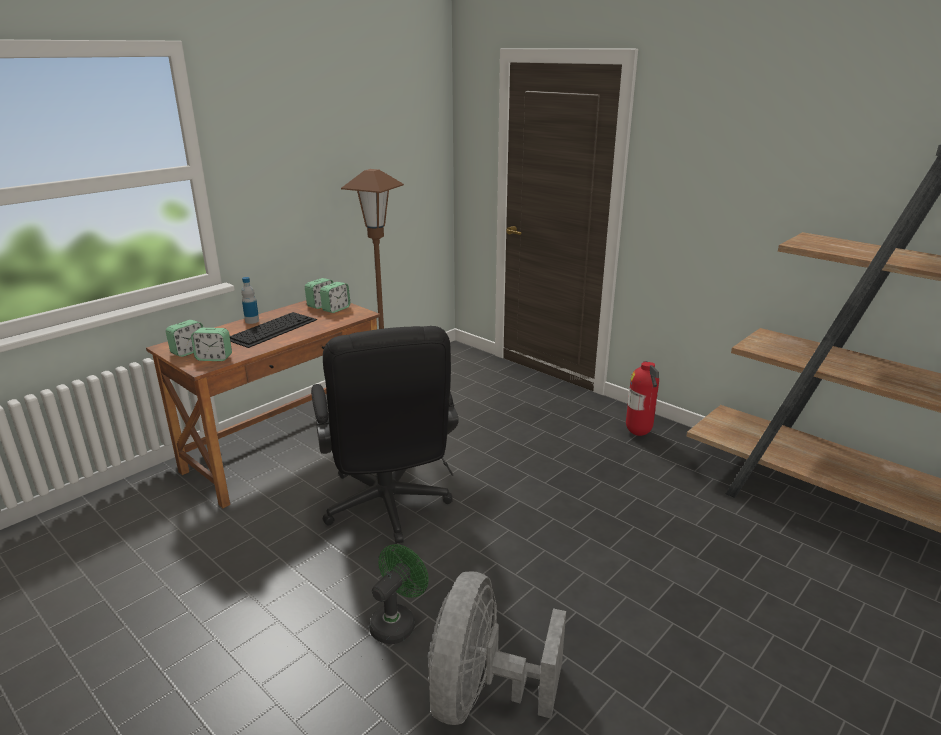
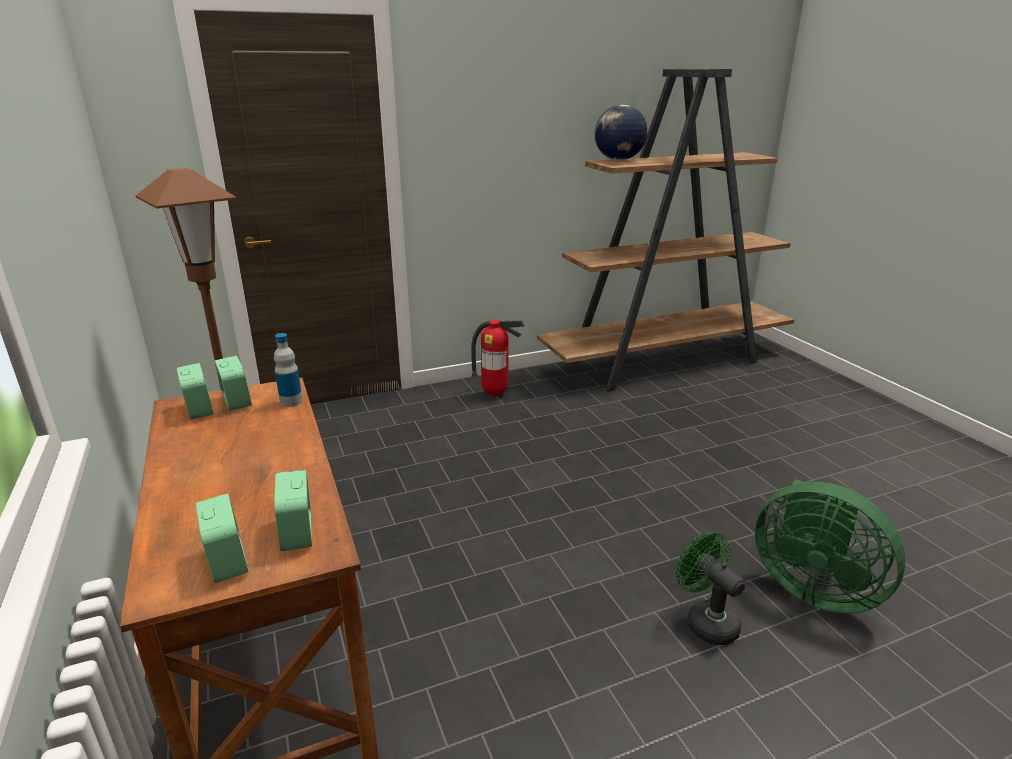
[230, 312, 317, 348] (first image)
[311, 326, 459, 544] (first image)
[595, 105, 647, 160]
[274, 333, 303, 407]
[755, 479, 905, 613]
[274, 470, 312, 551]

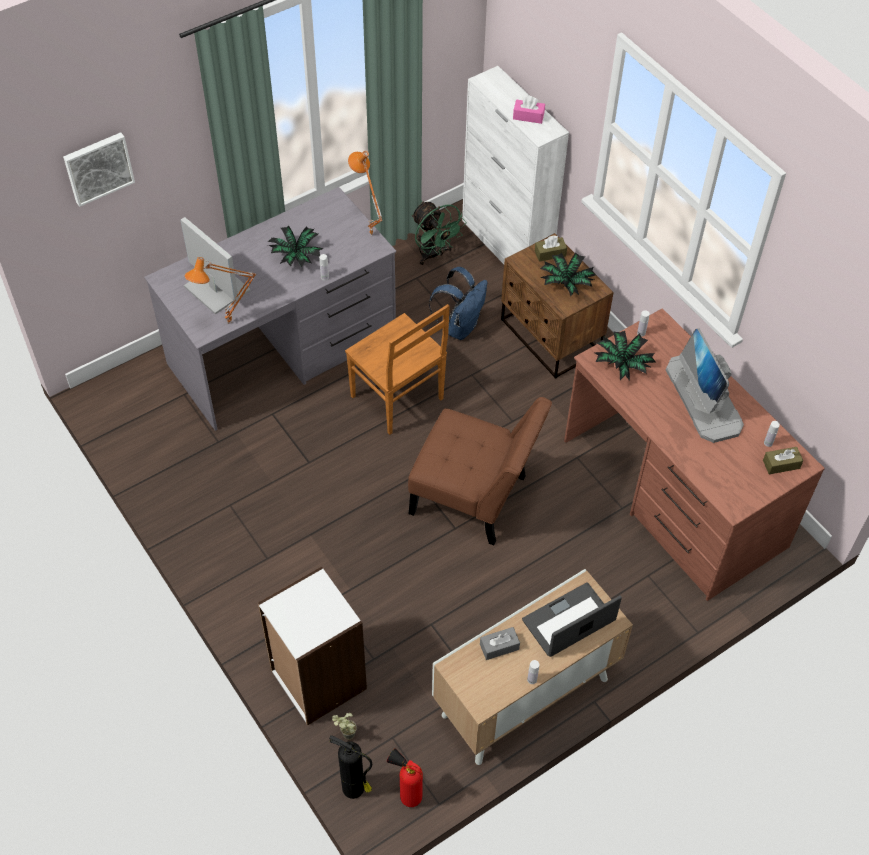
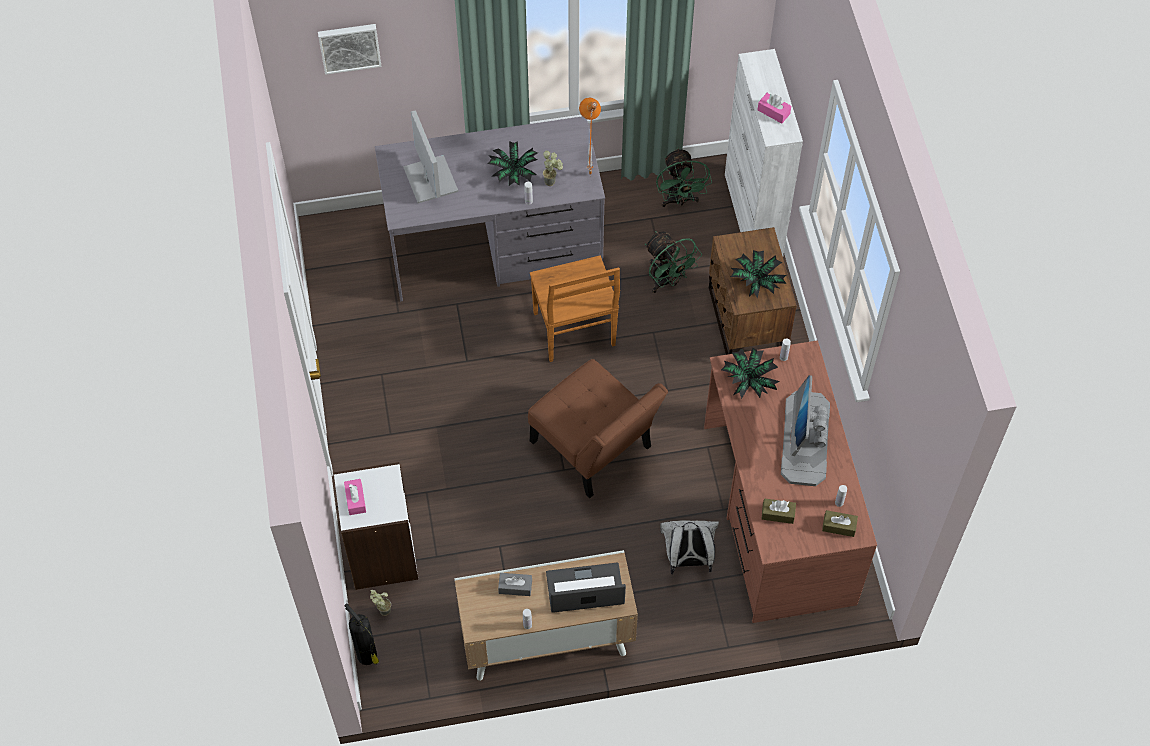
[185, 257, 256, 324] (first image)
[387, 748, 423, 807] (first image)
[344, 479, 366, 515]
[543, 151, 563, 186]
[660, 521, 719, 574]
[761, 499, 796, 524]
[645, 231, 702, 293]

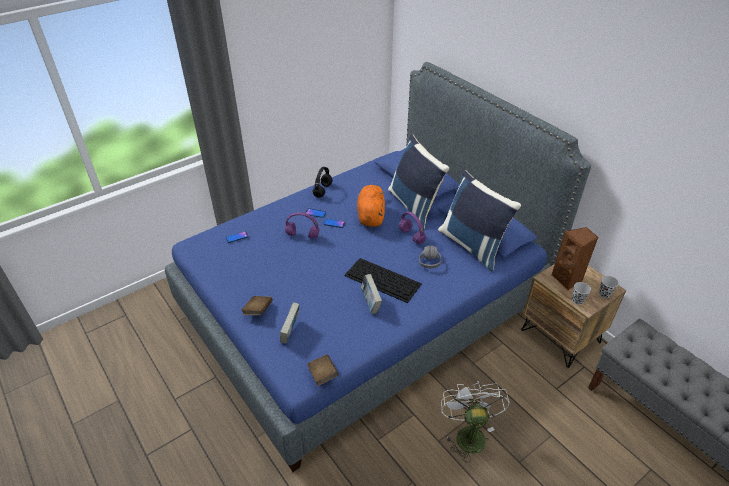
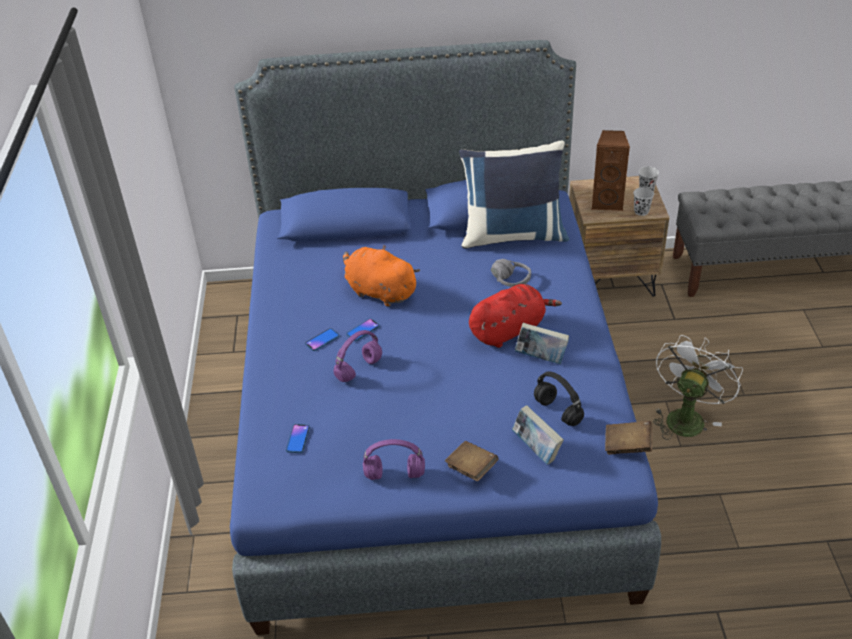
[388, 134, 449, 228] (first image)
[534, 371, 584, 426]
[363, 439, 425, 480]
[469, 284, 562, 348]
[653, 335, 743, 440]

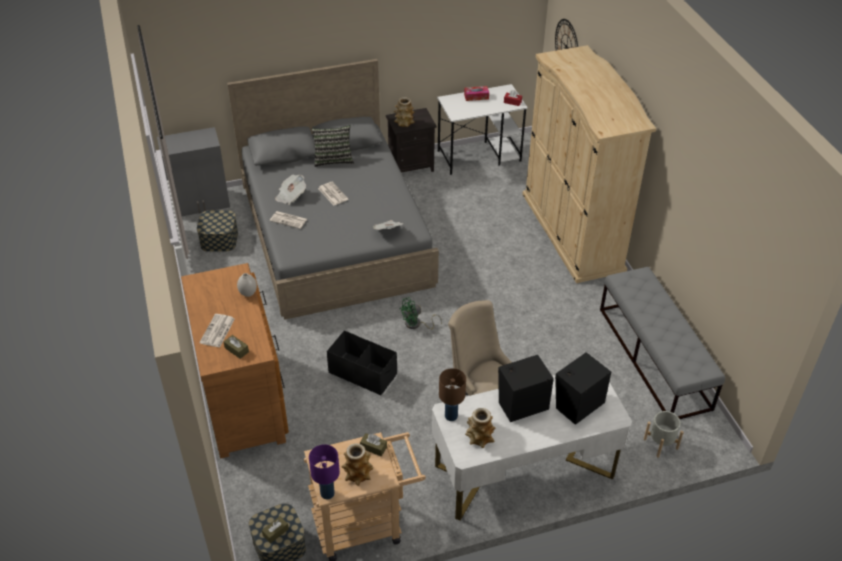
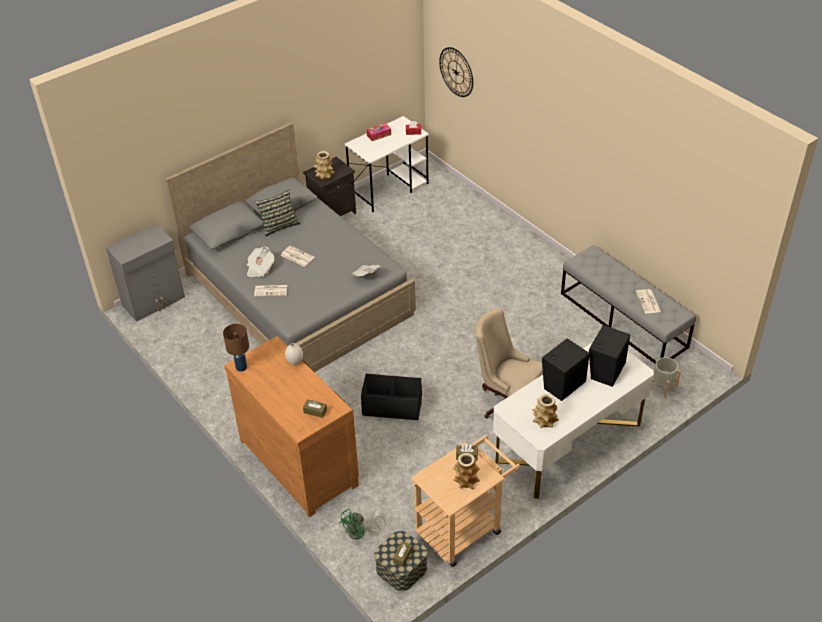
[197, 210, 238, 252] (first image)
[309, 444, 340, 499] (first image)
[522, 45, 656, 283] (first image)
[636, 289, 661, 314]
[339, 509, 386, 540]
[223, 324, 249, 372]

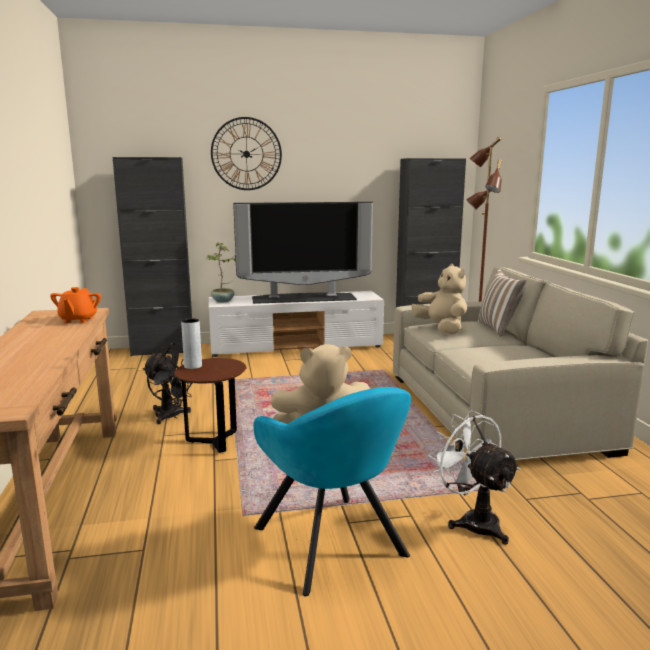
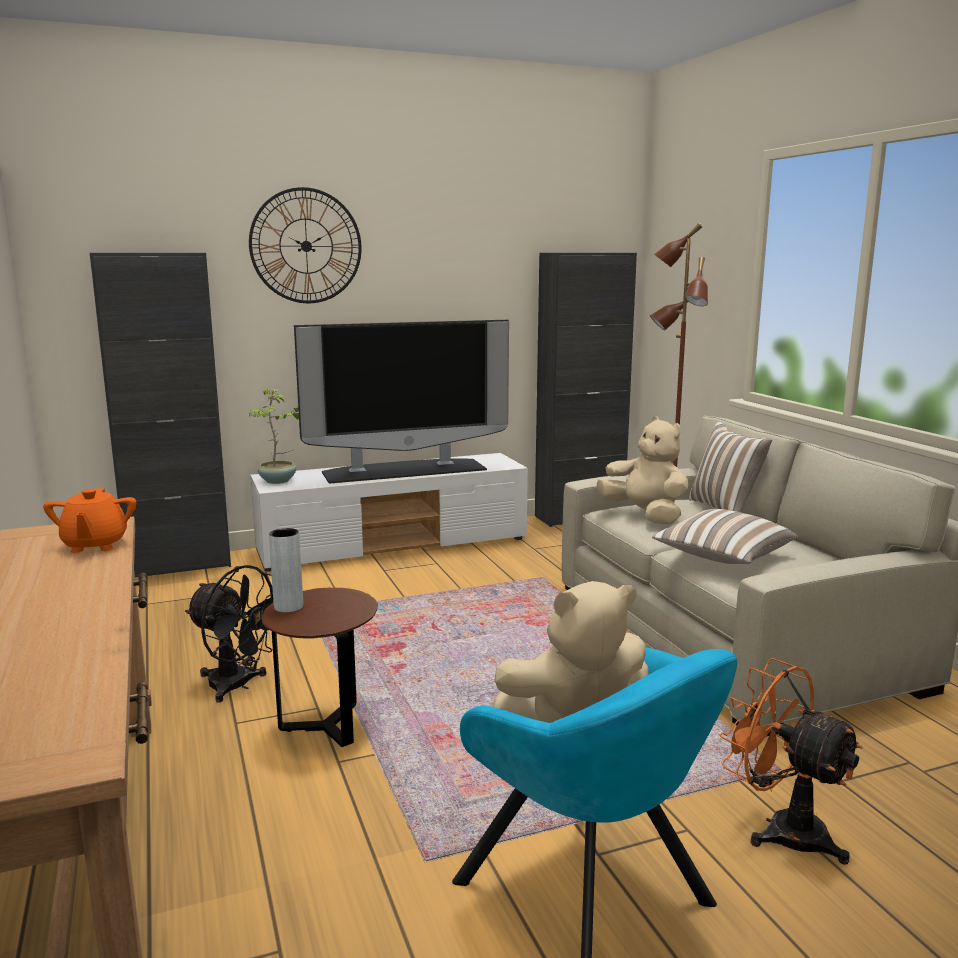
[652, 509, 798, 564]
[720, 658, 863, 865]

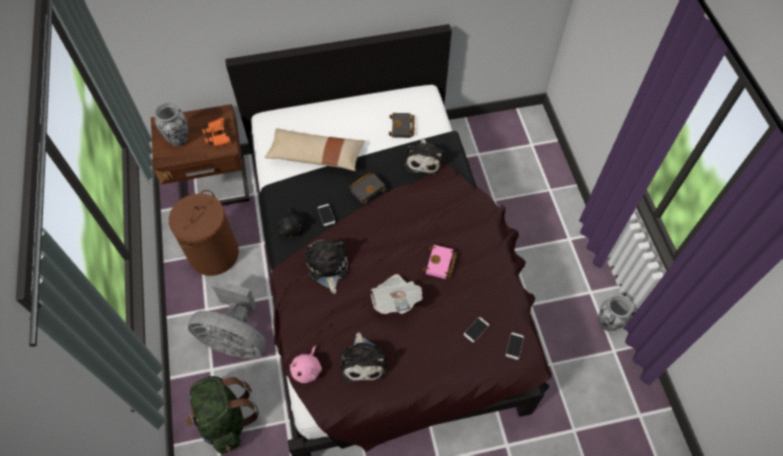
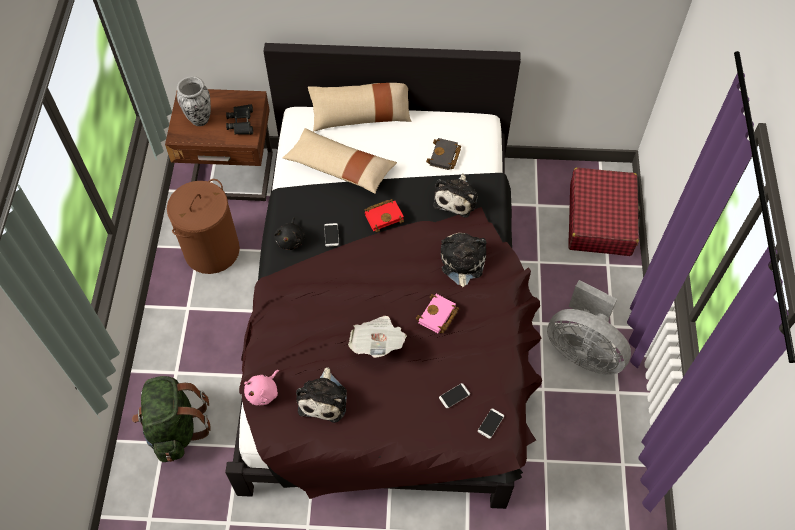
[598, 294, 633, 331] (first image)
[308, 83, 411, 131]
[568, 167, 641, 256]
[547, 280, 631, 375]
[441, 233, 486, 288]
[226, 104, 253, 135]
[365, 199, 404, 232]

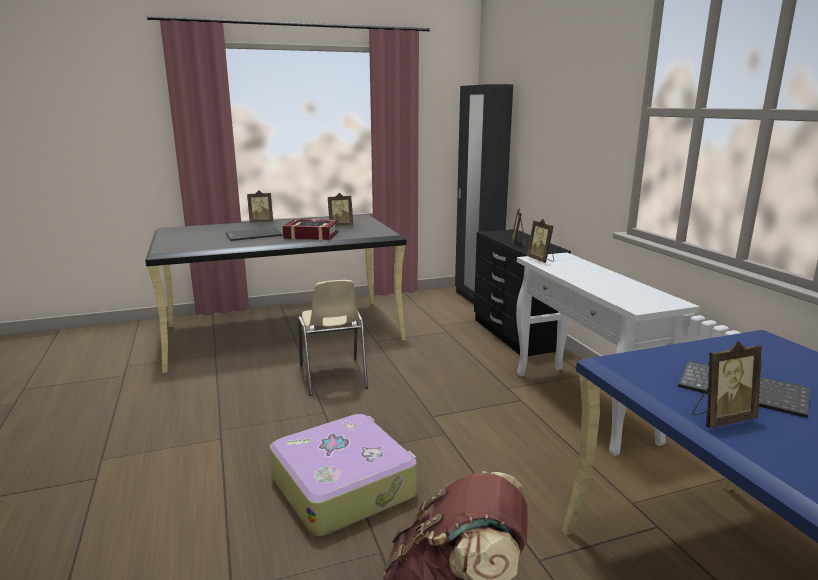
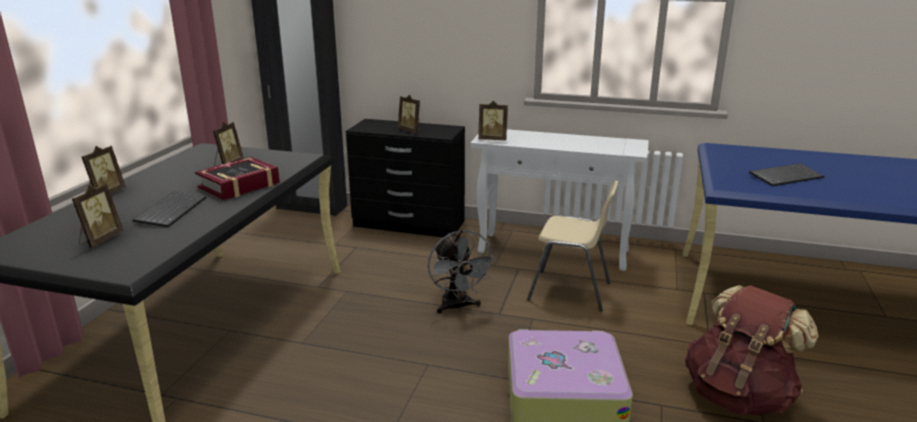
[428, 230, 496, 314]
[527, 181, 618, 312]
[72, 184, 123, 248]

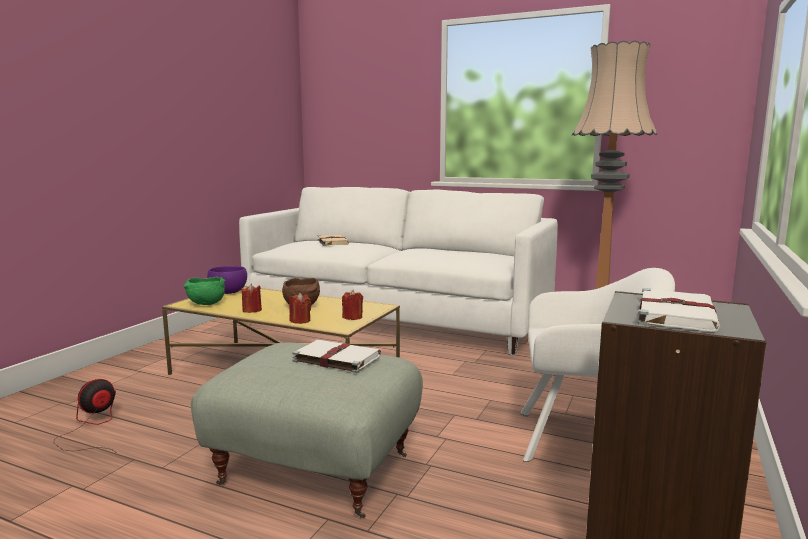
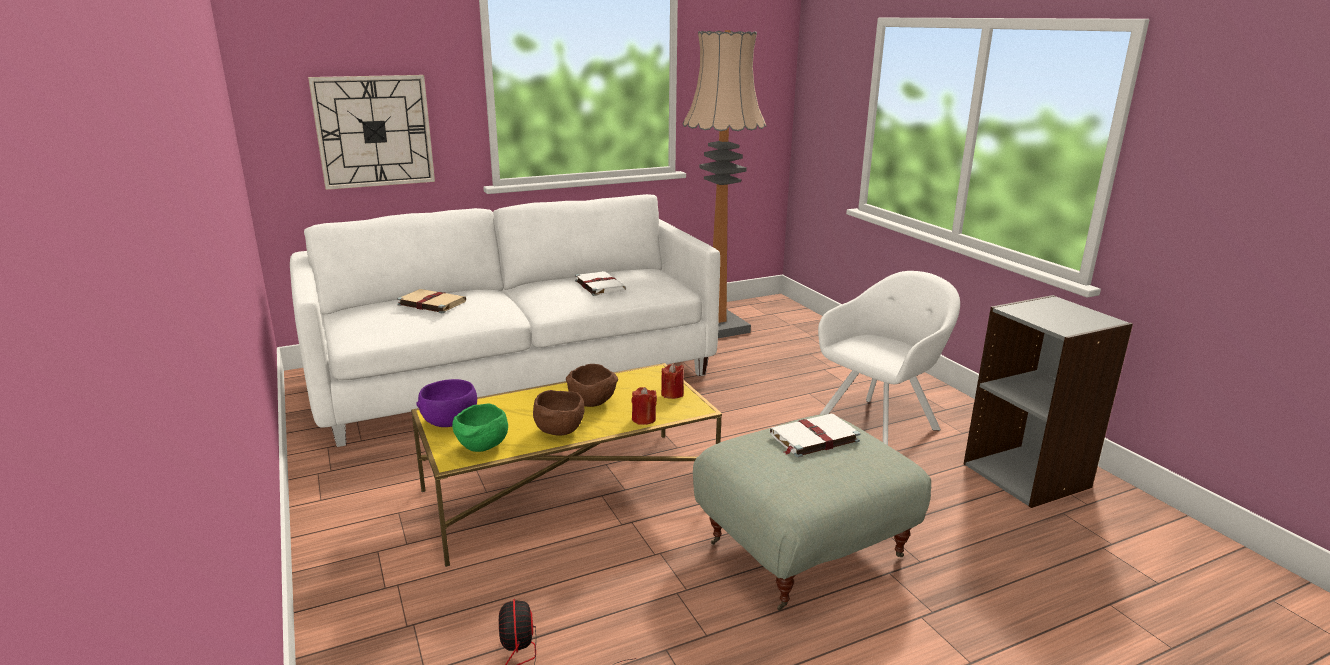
[308, 75, 435, 190]
[575, 271, 626, 296]
[533, 390, 584, 436]

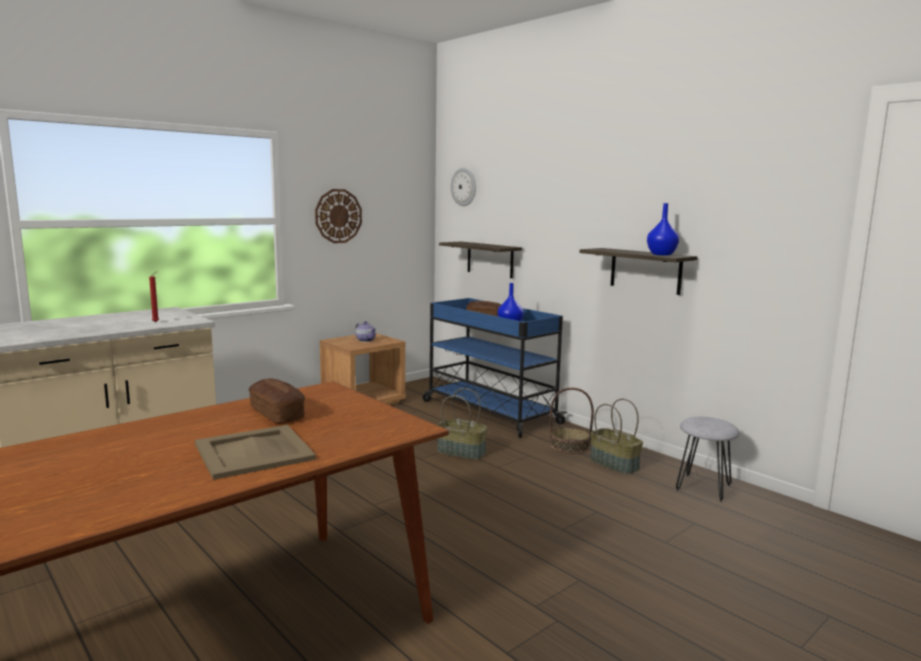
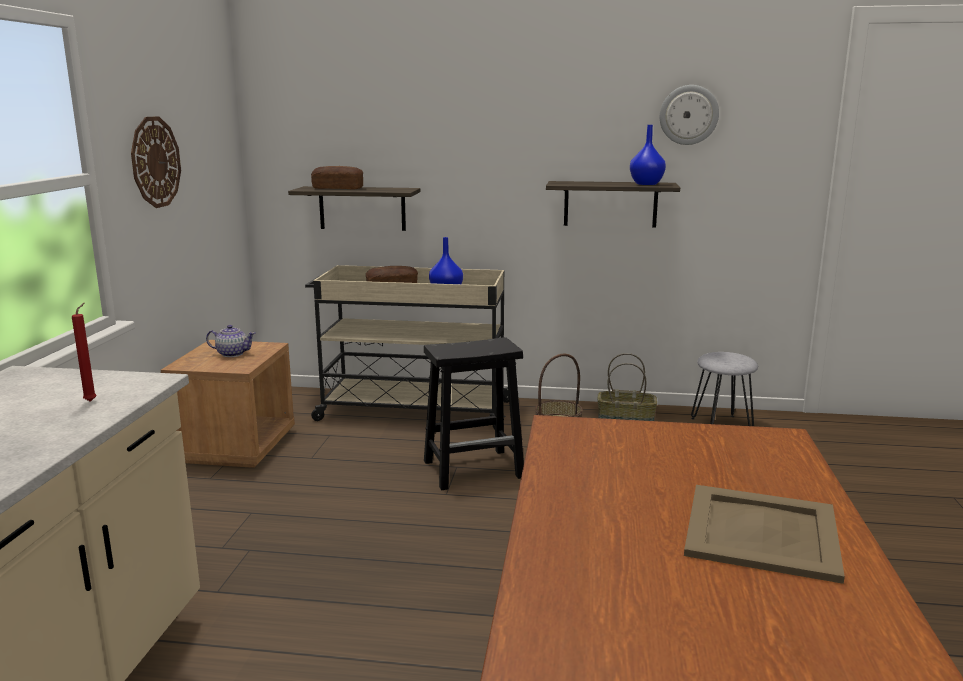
[311, 166, 363, 190]
[660, 85, 719, 145]
[424, 337, 524, 490]
[305, 265, 509, 429]

